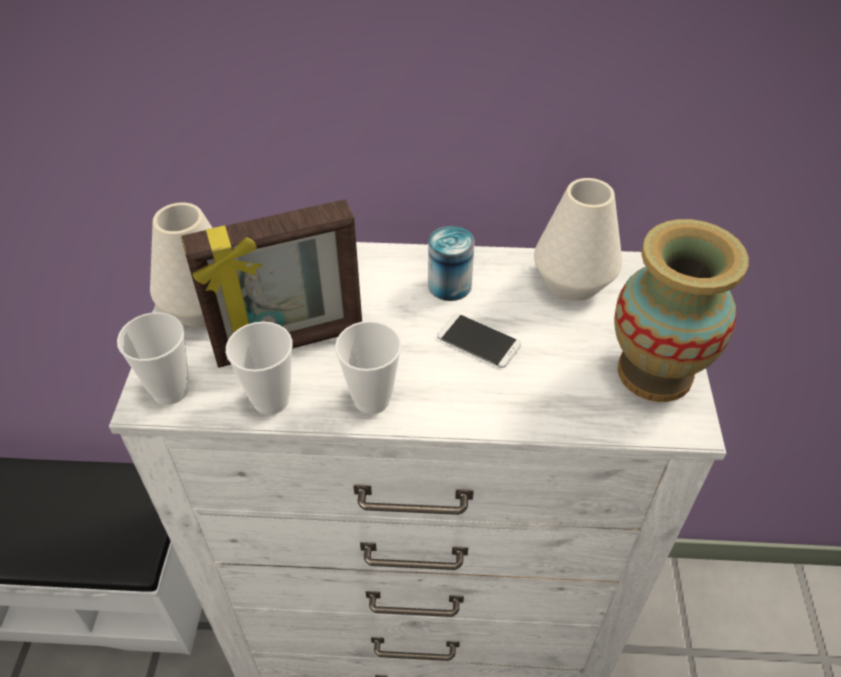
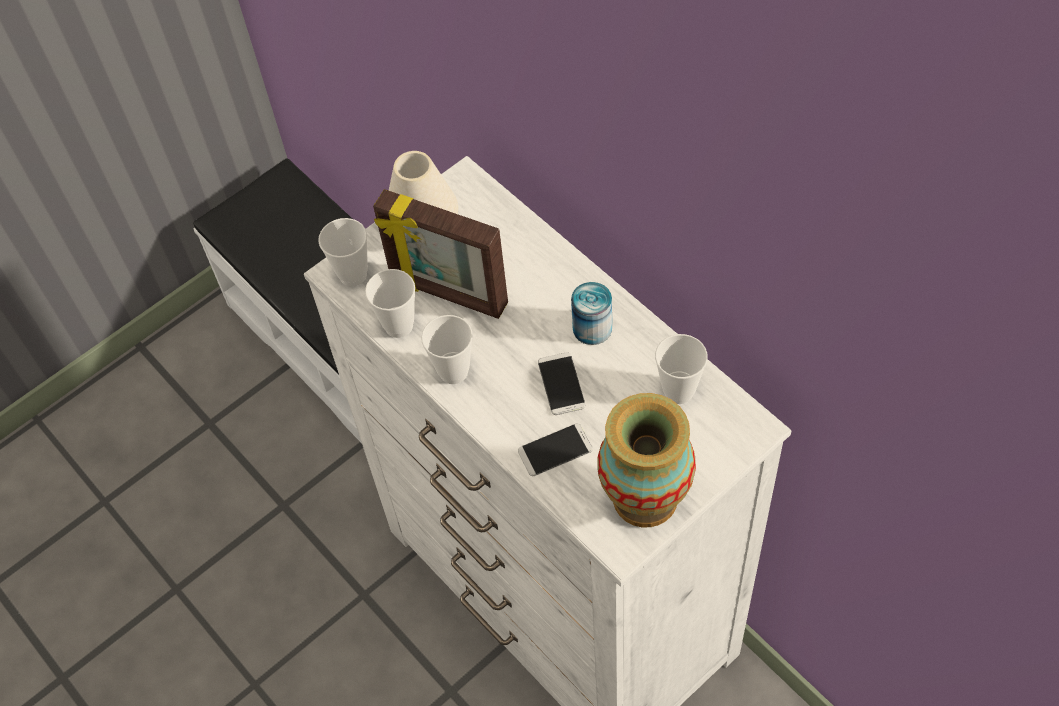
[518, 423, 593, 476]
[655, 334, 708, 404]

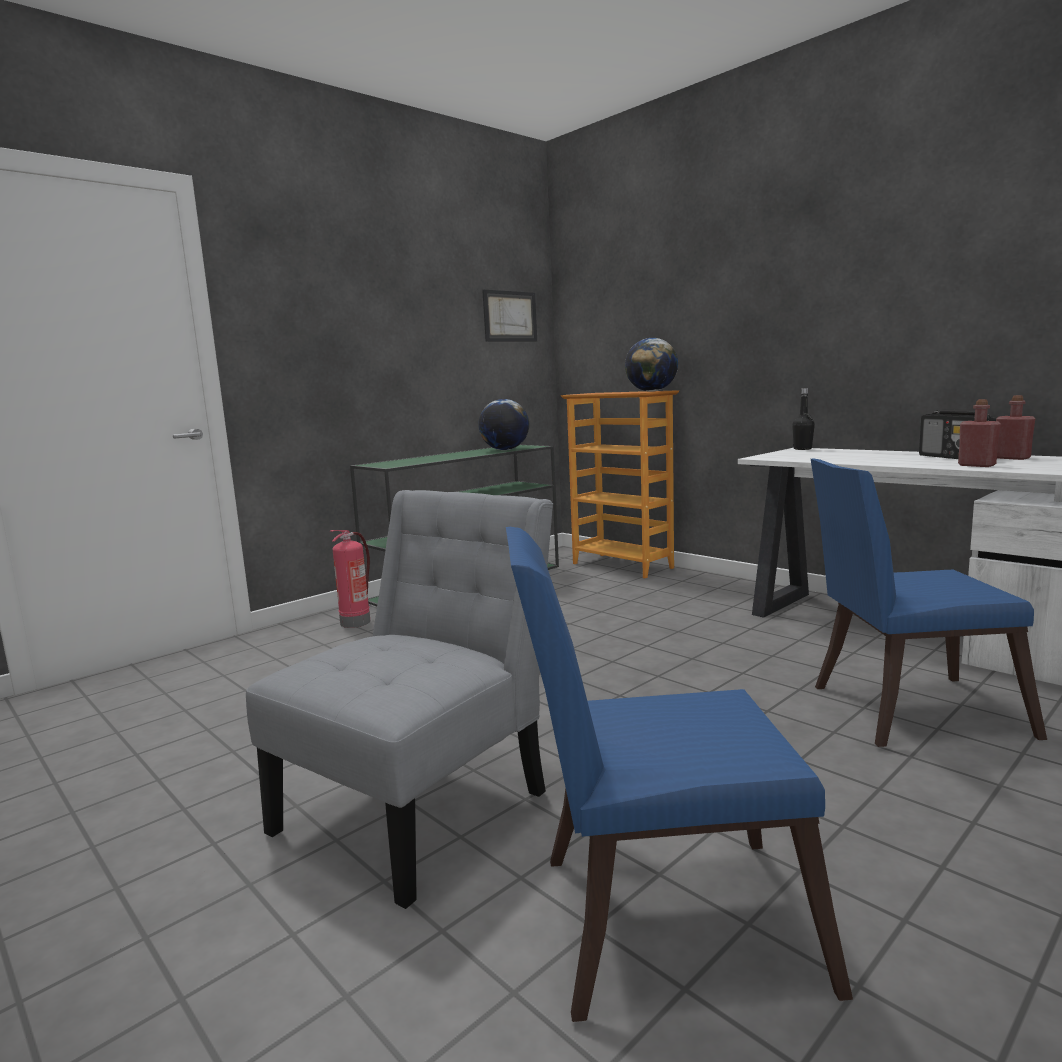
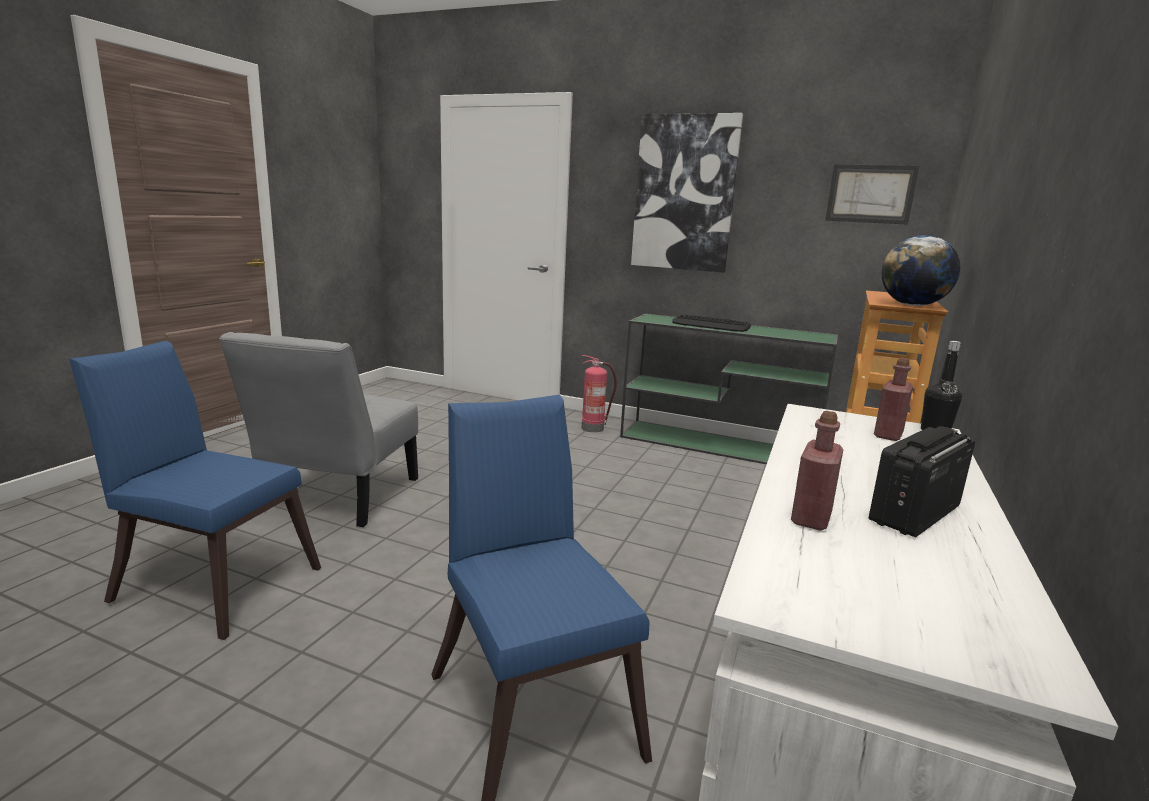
[478, 399, 529, 450] (first image)
[631, 113, 743, 272]
[672, 315, 751, 332]
[874, 357, 913, 441]
[219, 332, 418, 527]
[69, 341, 321, 640]

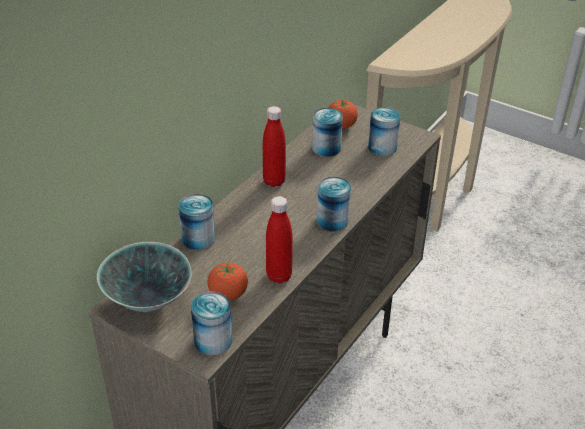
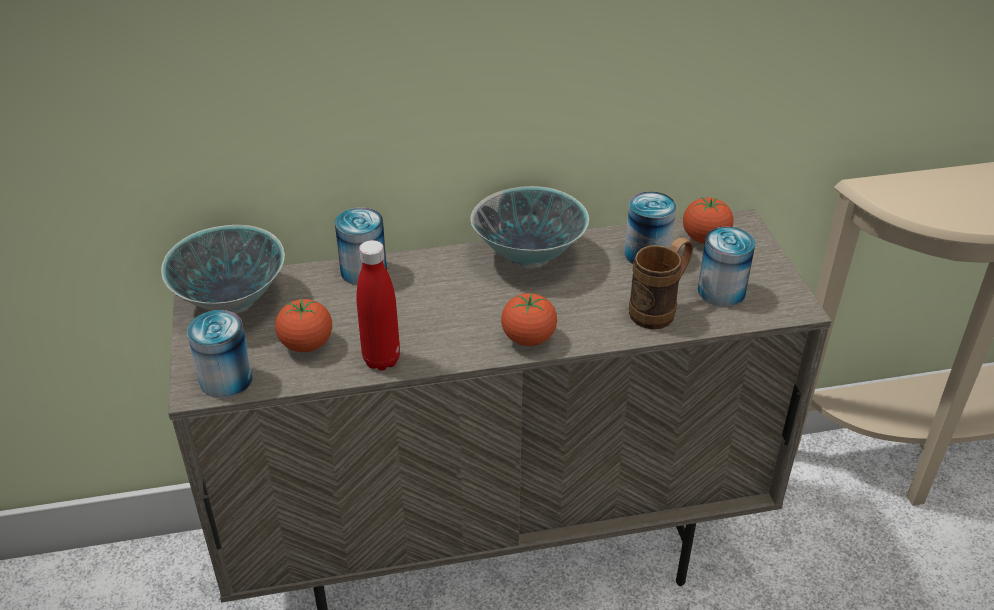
[629, 237, 693, 329]
[470, 186, 589, 269]
[501, 292, 557, 346]

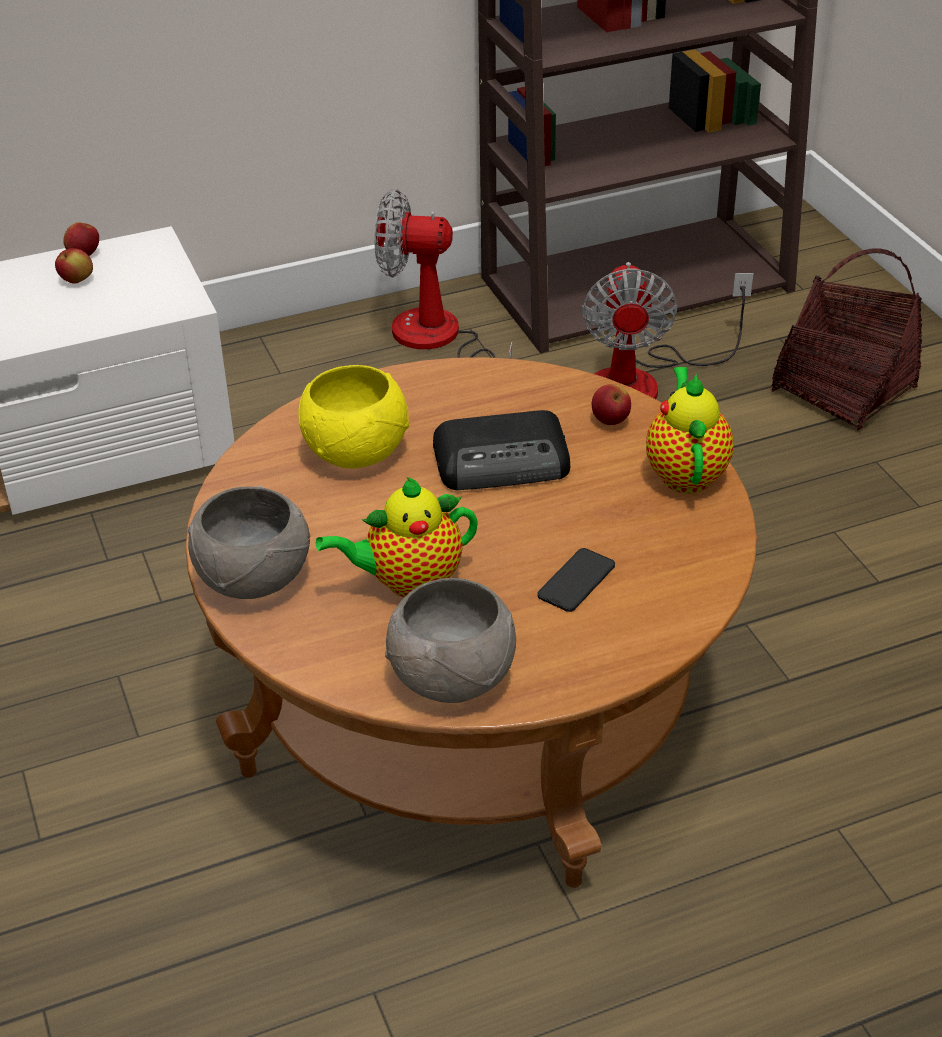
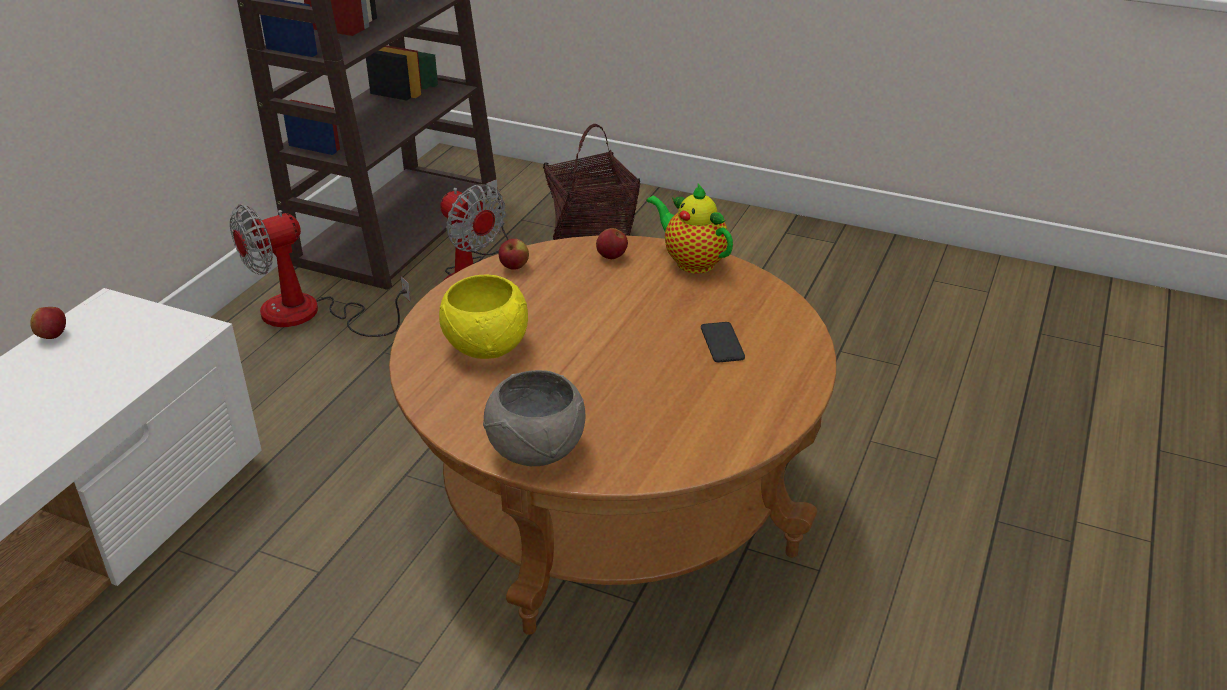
[315, 477, 478, 597] (first image)
[385, 578, 516, 703] (first image)
[433, 410, 570, 490] (first image)
[499, 239, 529, 270]

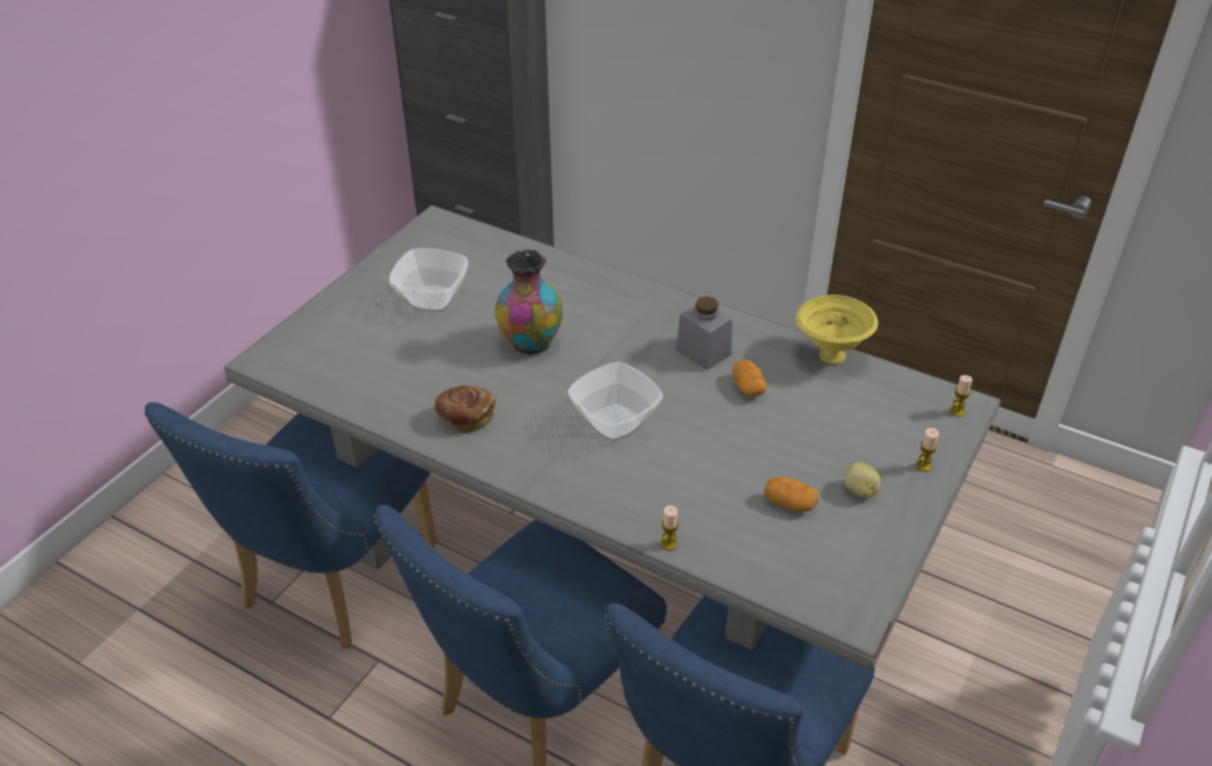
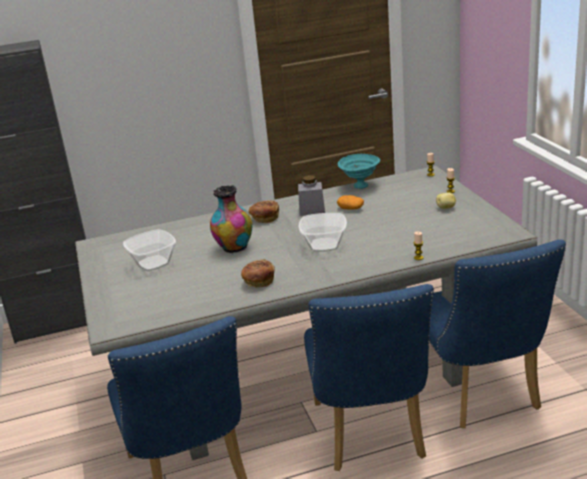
[764, 477, 819, 511] (first image)
[248, 200, 279, 223]
[338, 154, 380, 189]

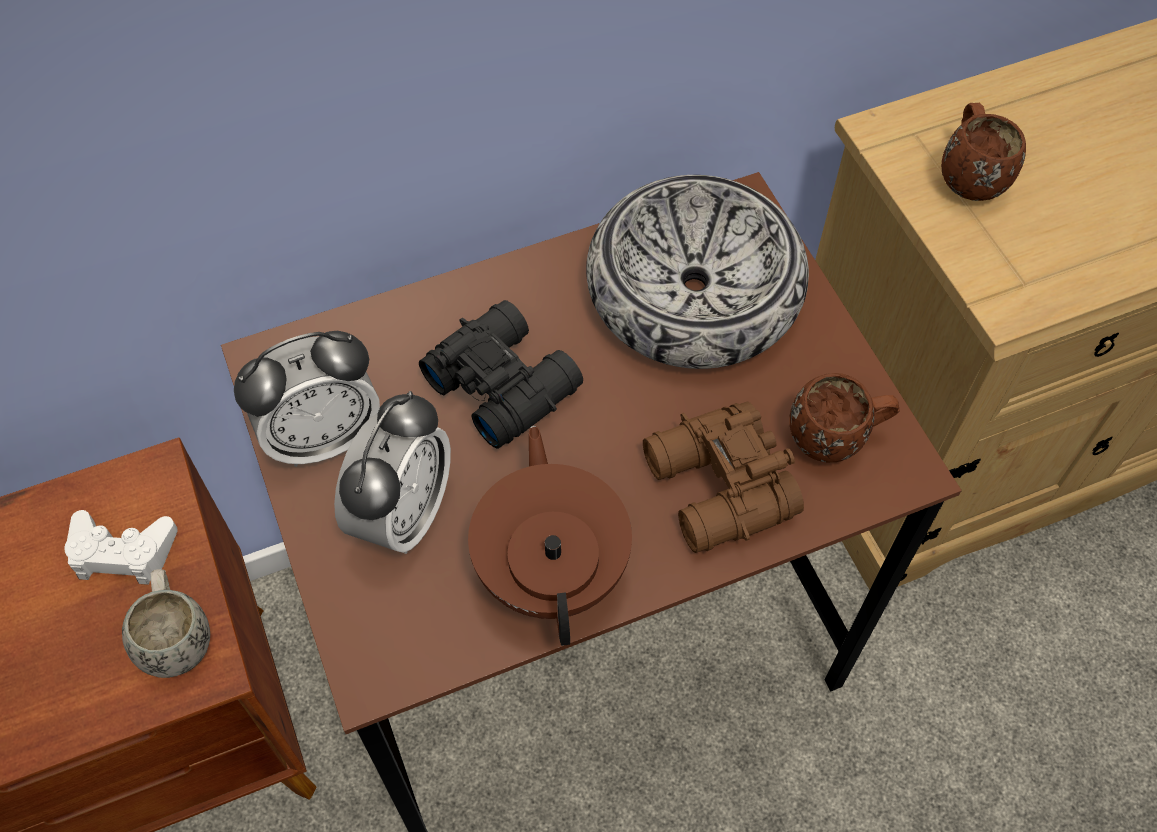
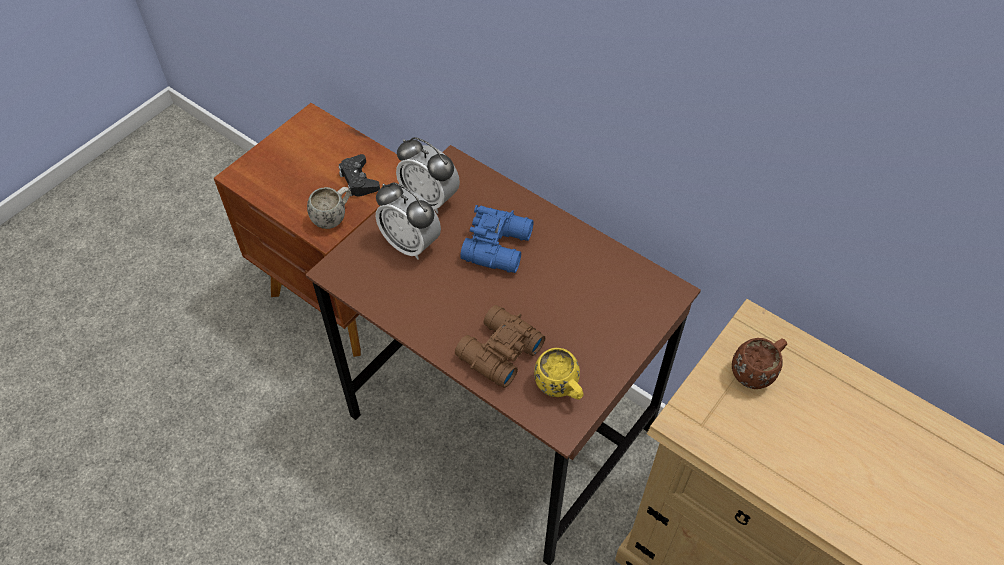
[468, 426, 632, 646] (first image)
[586, 175, 809, 369] (first image)
[339, 154, 380, 196]
[460, 205, 534, 273]
[534, 348, 584, 400]
[376, 182, 441, 260]

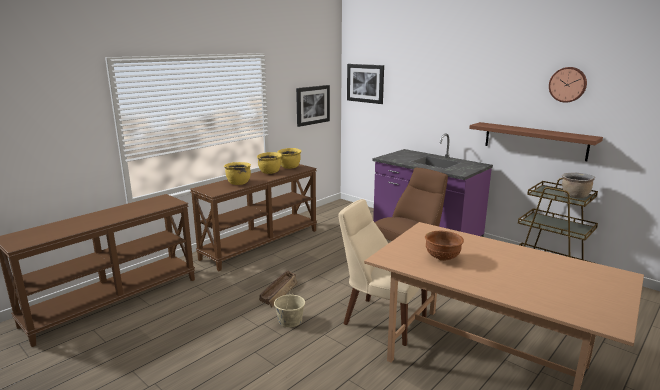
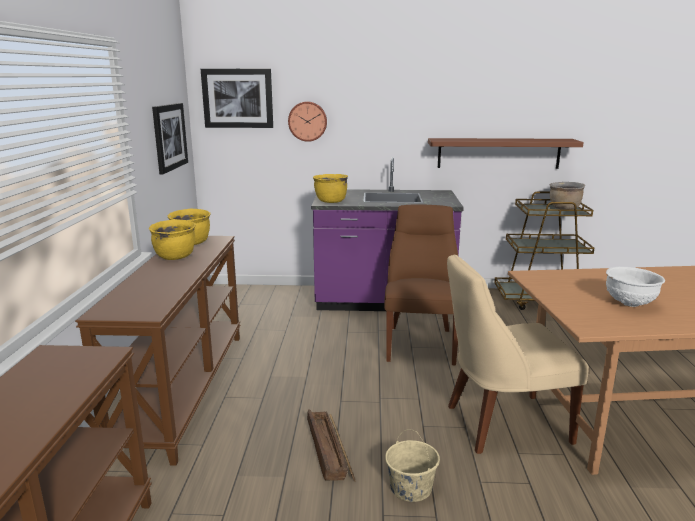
[313, 174, 348, 203]
[288, 102, 327, 142]
[606, 267, 665, 307]

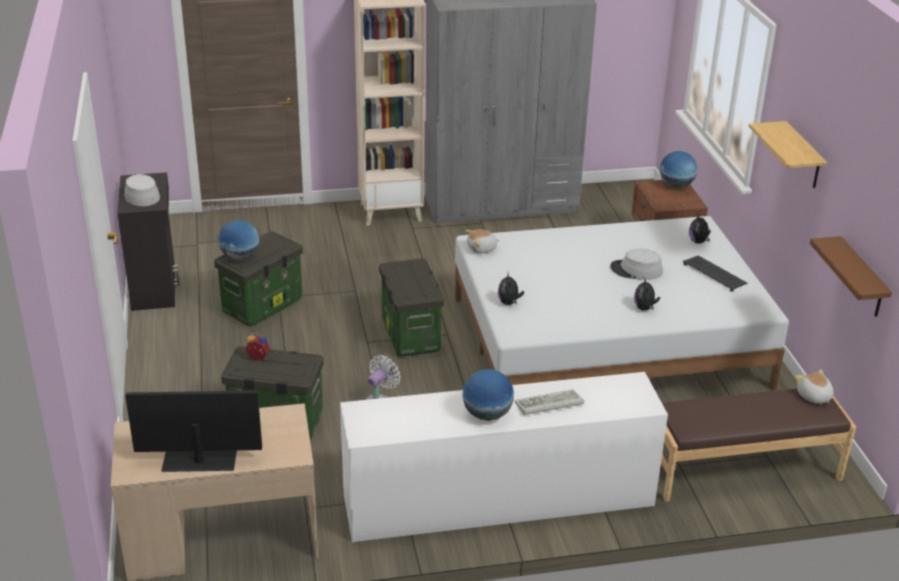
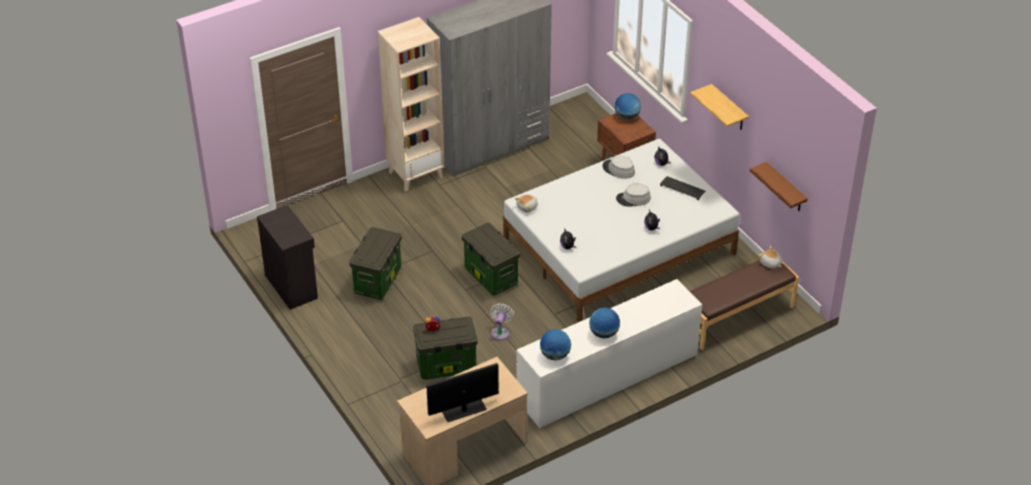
[514, 389, 584, 415] (first image)
[603, 155, 635, 179]
[540, 329, 571, 360]

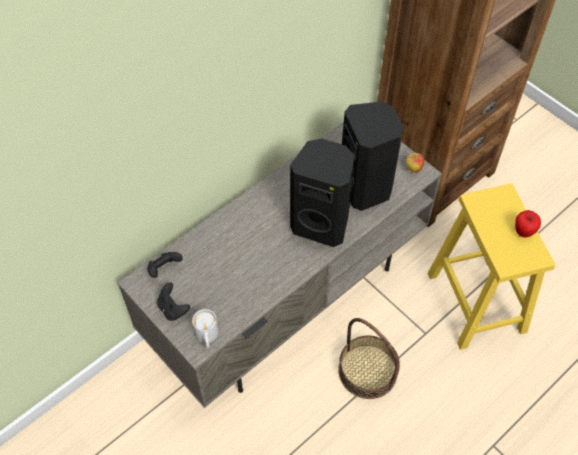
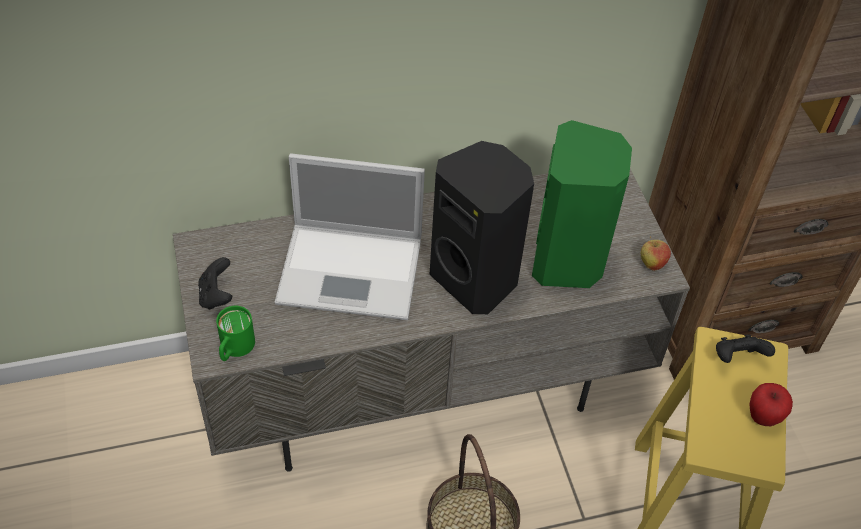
[275, 153, 425, 320]
[716, 334, 775, 363]
[216, 306, 255, 361]
[532, 120, 632, 288]

